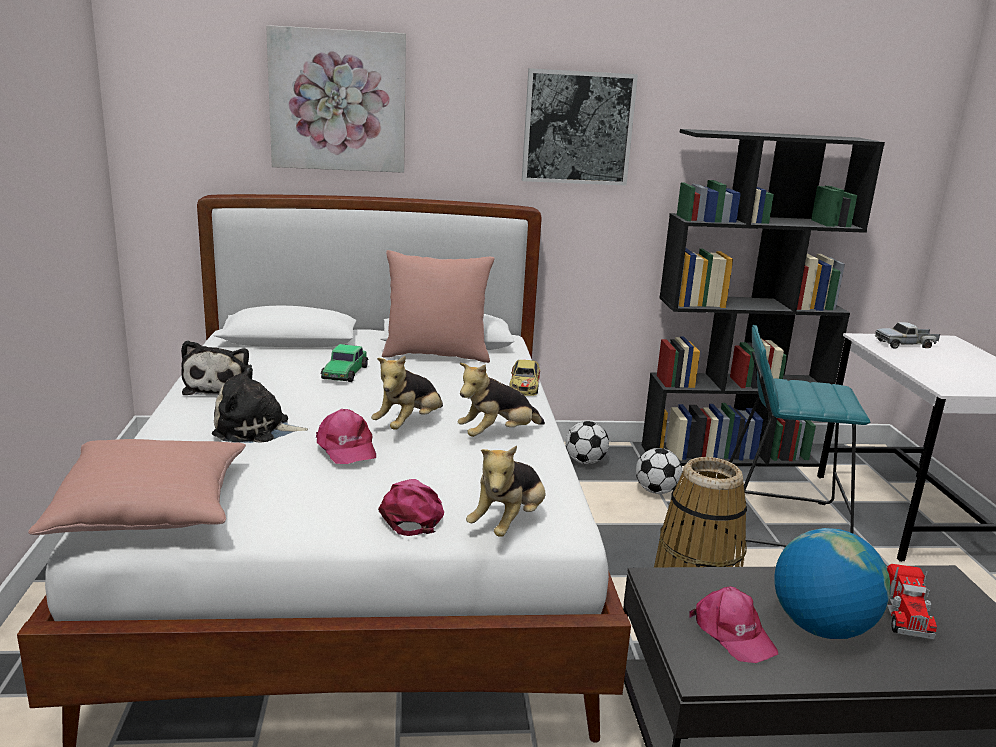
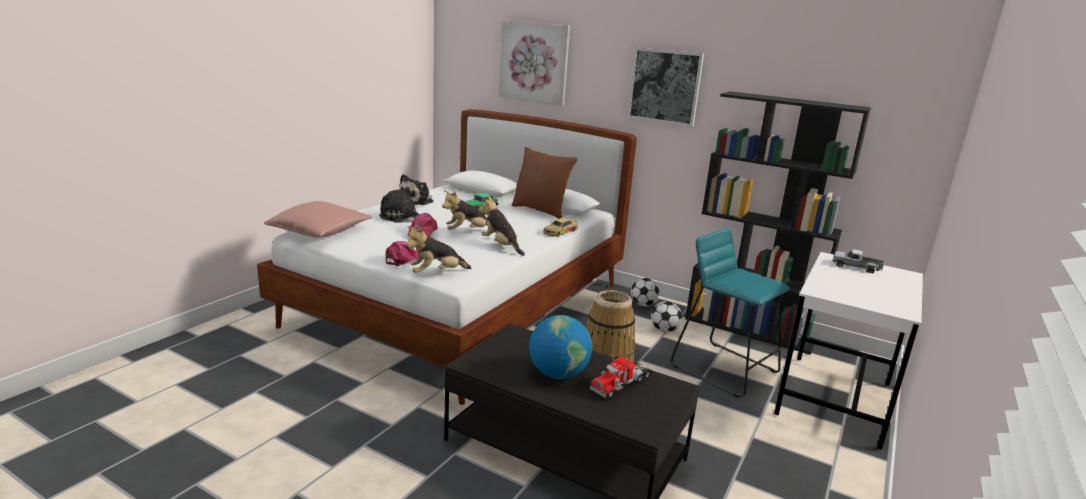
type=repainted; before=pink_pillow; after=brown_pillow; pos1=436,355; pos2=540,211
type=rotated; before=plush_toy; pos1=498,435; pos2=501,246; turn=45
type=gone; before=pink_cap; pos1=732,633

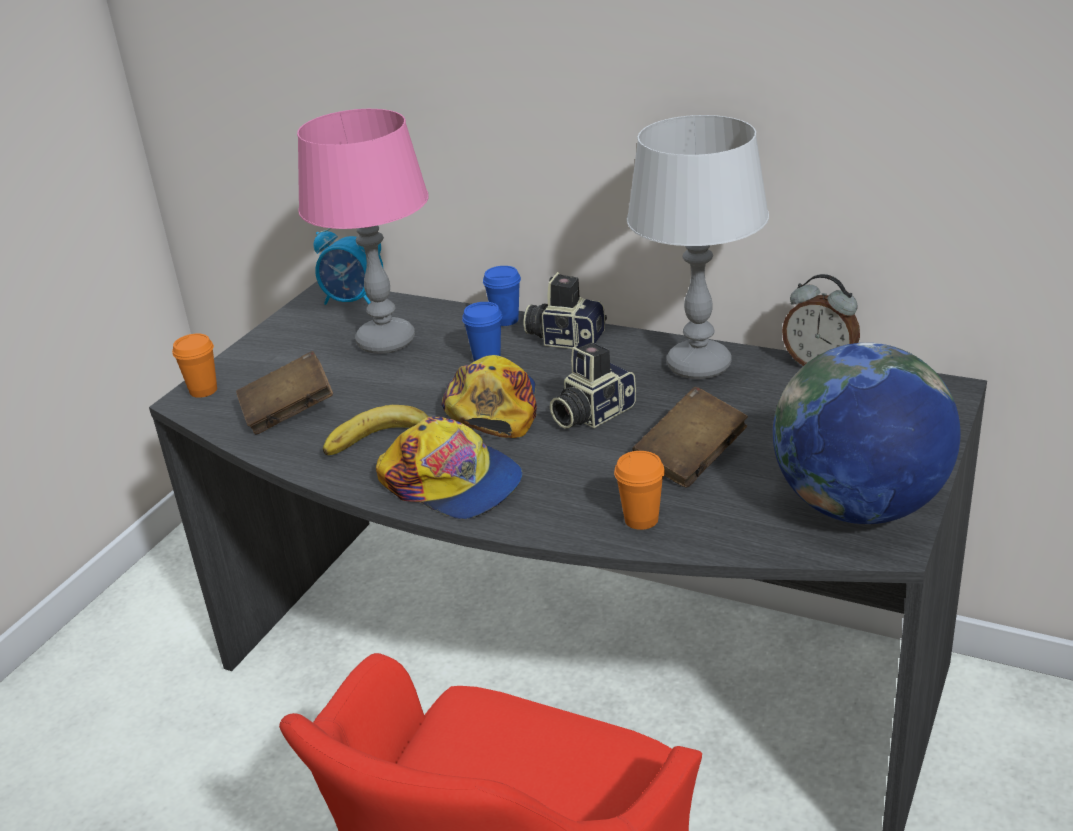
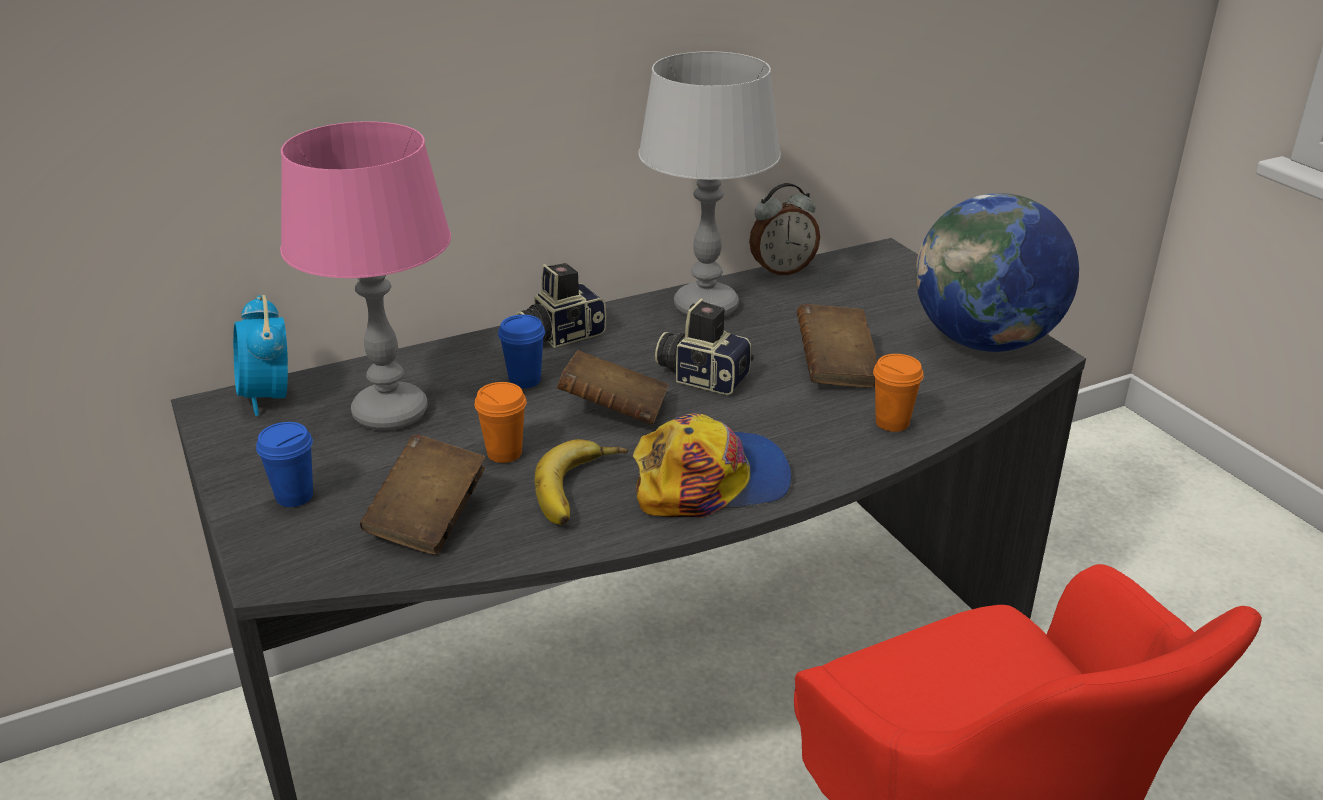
type=shifted; before=orange_cup; pos1=203,390; pos2=504,453
type=rotated; before=alarm_clock; pos1=354,301; pos2=268,397; turn=105
type=swapped; before=cap; after=brown_book; pos1=492,406; pos2=614,411
type=shifted; before=blue_cup; pos1=505,320; pos2=294,496
type=rotated; before=photo_camera; pos1=591,414; pos2=703,376; turn=120

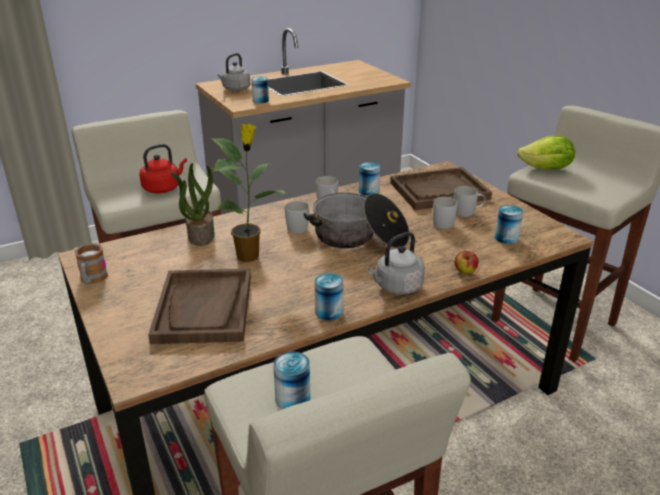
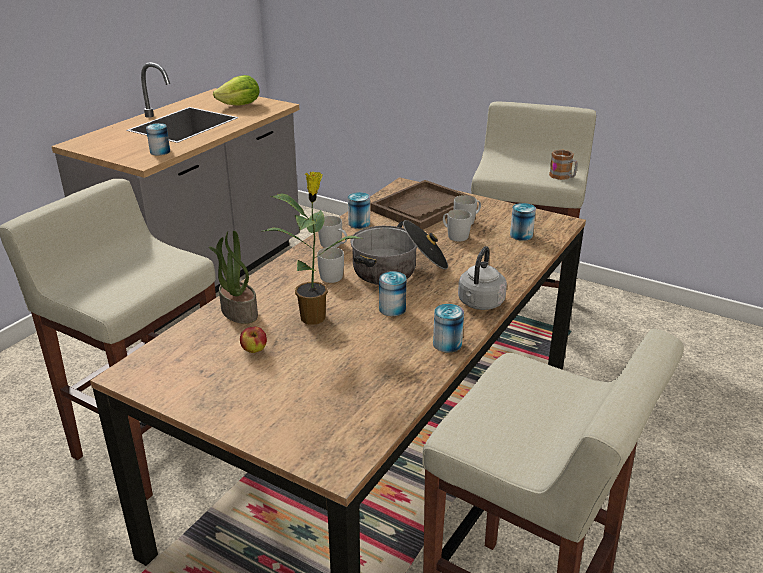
type=shifted; before=mug; pos1=92,279; pos2=563,177
type=gone; before=red_kettle; pos1=163,188
type=gone; before=brown_tray; pos1=204,308
type=gone; before=grey_kettle; pos1=235,89
type=shifted; before=can; pos1=292,399; pos2=392,309
type=shifted; before=apple; pos1=465,272; pos2=254,350
type=shifted; before=lettuce; pos1=546,169; pos2=240,105

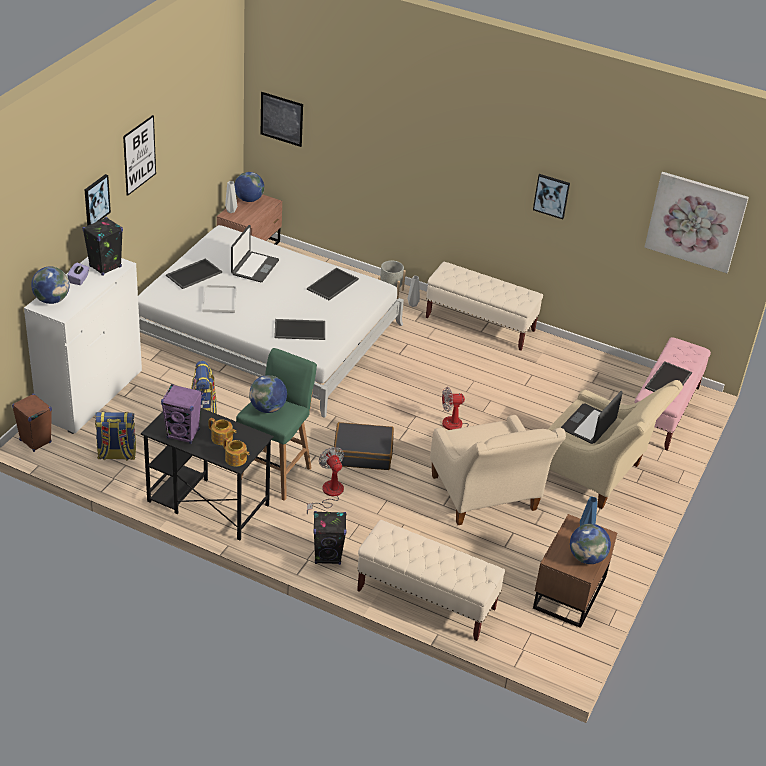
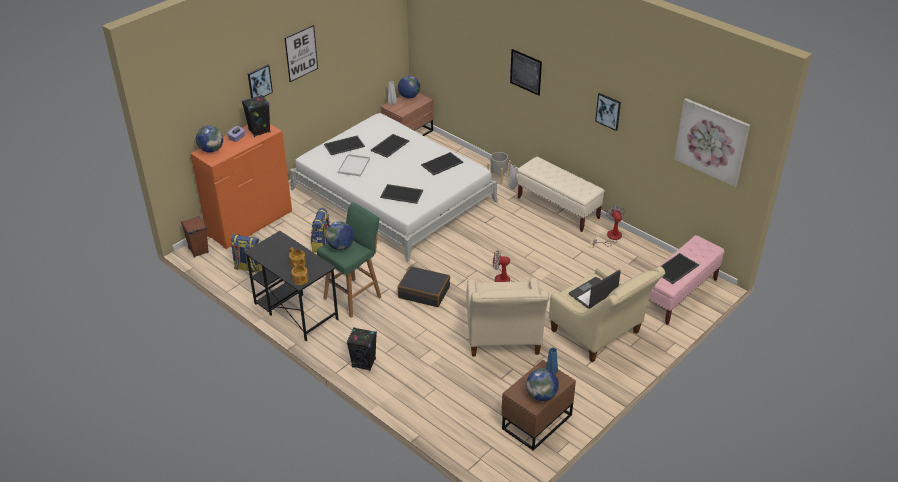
type=repainted; before=white_dresser; after=orange_dresser; pos1=90,395; pos2=250,223
type=gone; before=purple_speaker; pos1=183,434
type=swapped; before=laptop; after=tray; pos1=254,267; pos2=389,145
type=shifted; before=picture; pos1=281,119; pos2=525,72
type=shifted; before=fan; pos1=328,494; pos2=610,237
type=gone; before=beige_bench; pos1=425,600

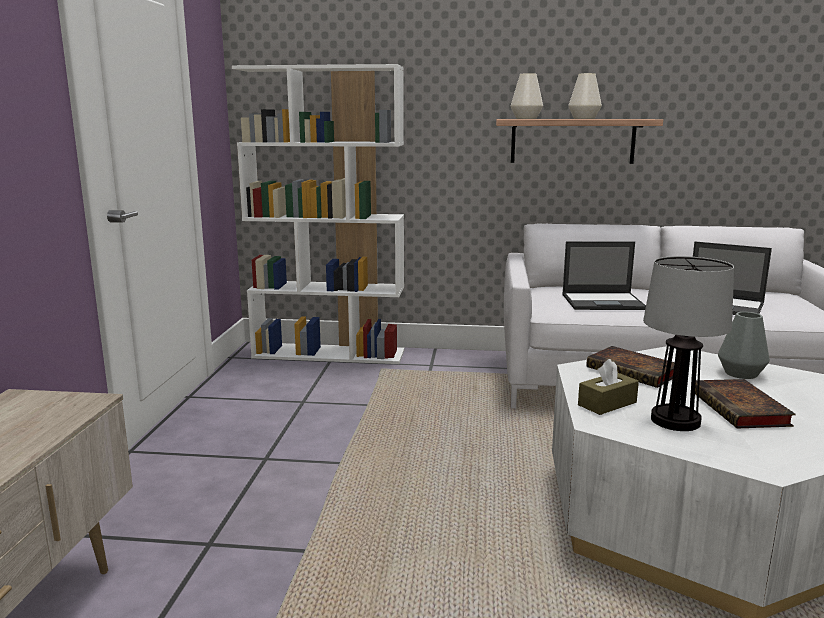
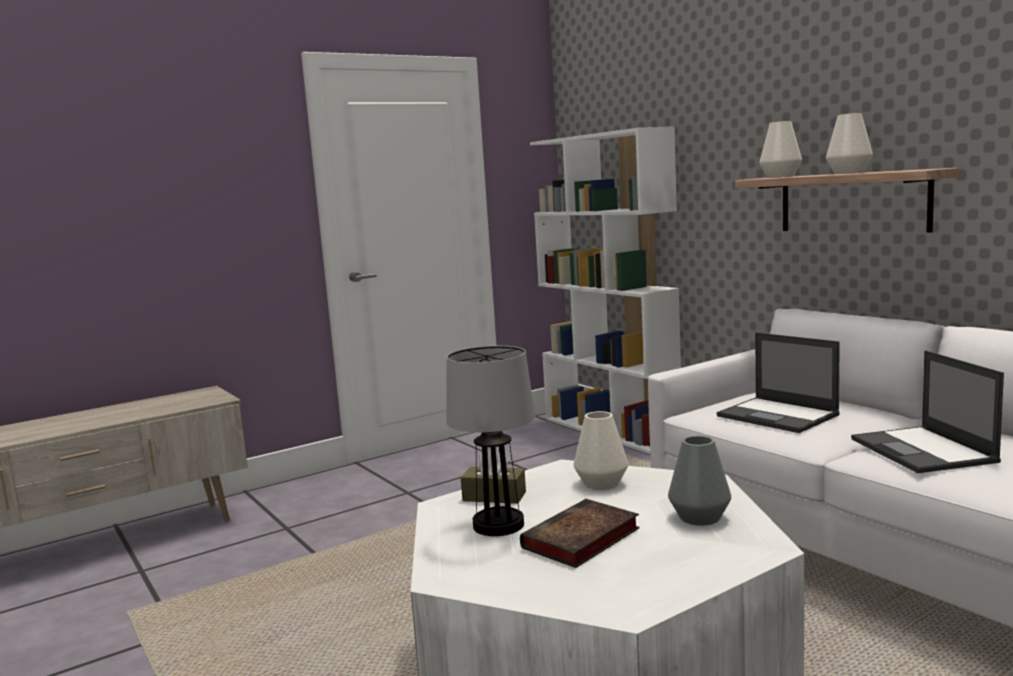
type=swapped; before=book; after=white_vase; pos1=635,372; pos2=602,483

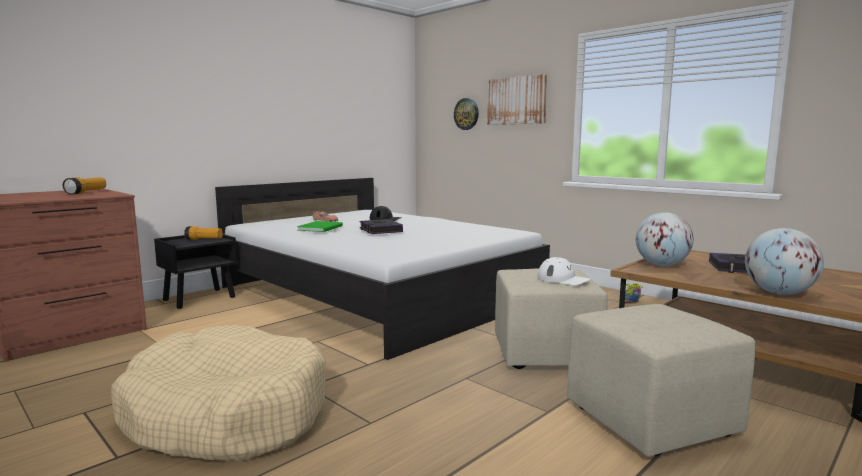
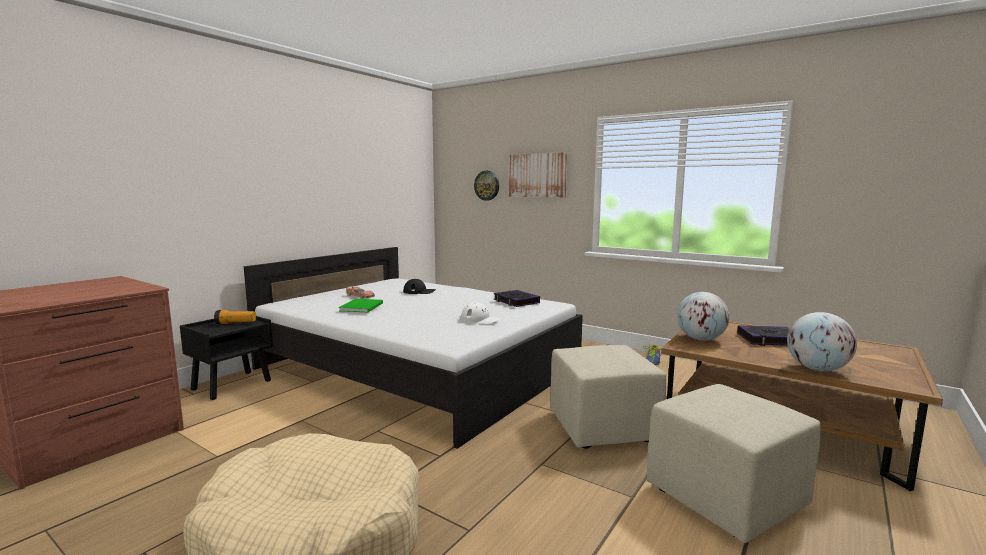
type=gone; before=flashlight; pos1=86,192
type=shifted; before=book; pos1=380,230; pos2=516,301
type=shifted; before=white_cap; pos1=563,279; pos2=480,319

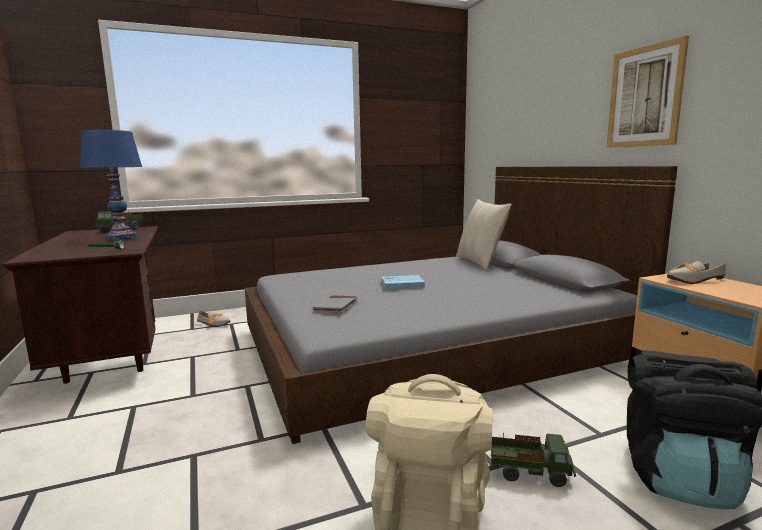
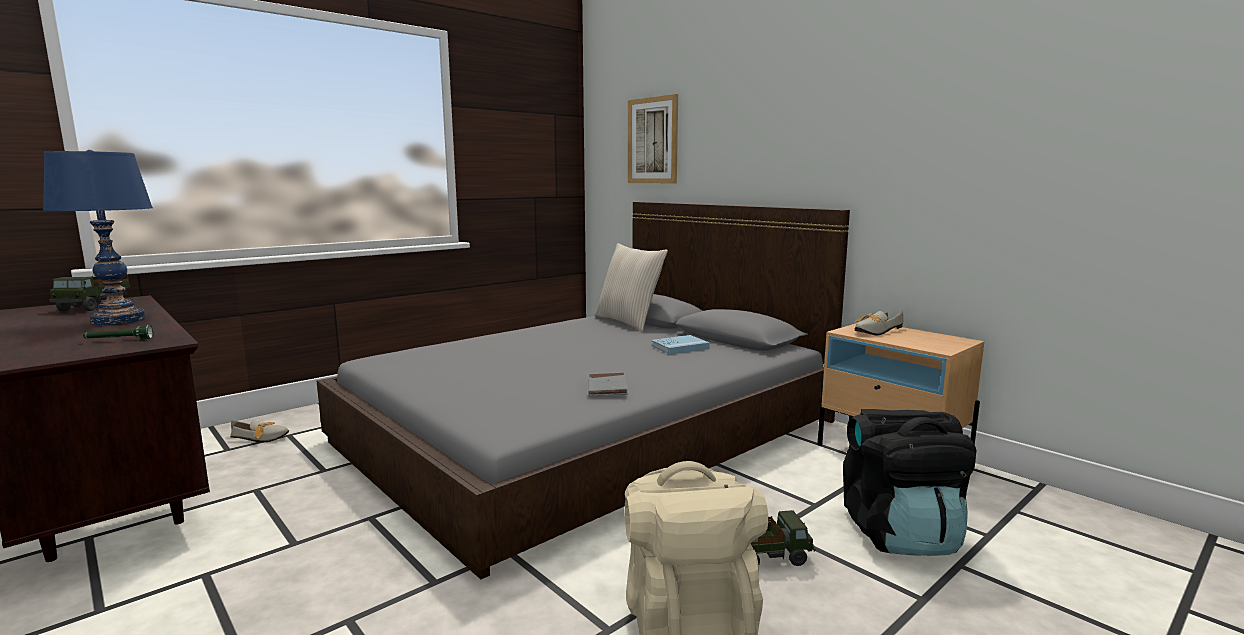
type=shifted; before=grey_book; pos1=336,306; pos2=607,388
type=shifted; before=blue_book; pos1=402,284; pos2=680,347
type=shifted; before=picture; pos1=644,97; pos2=652,140

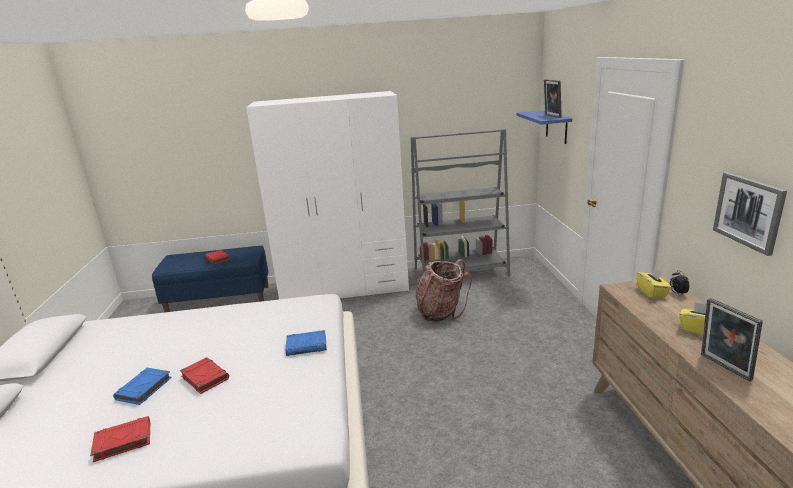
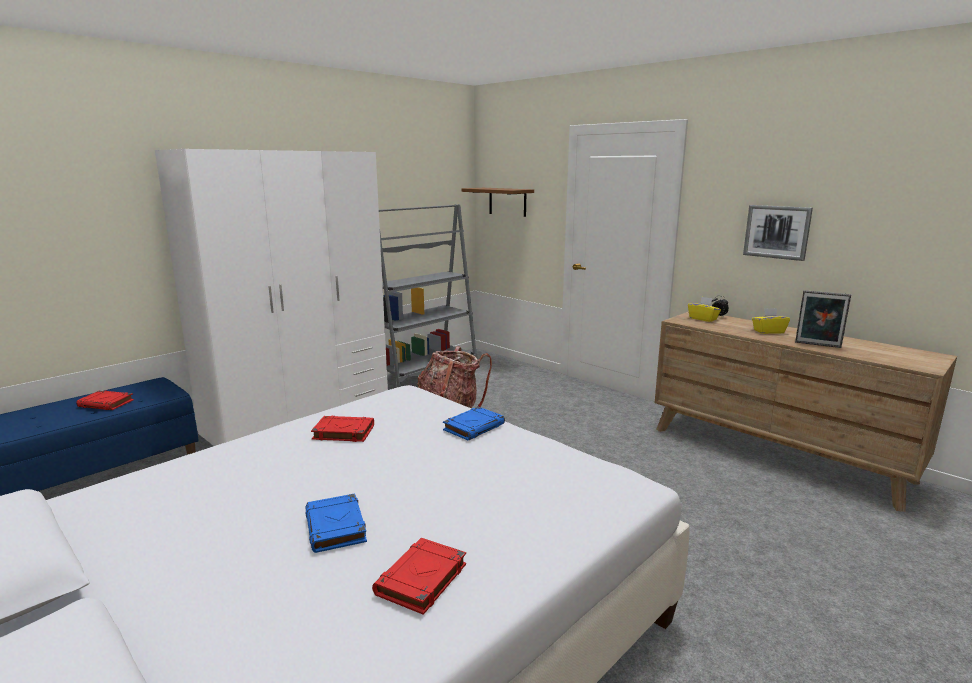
type=shifted; before=red_book; pos1=204,377; pos2=343,432
type=repainted; before=blue_shelf; after=brown_shelf; pos1=556,127; pos2=507,201
type=gone; before=picture_frame; pos1=551,116

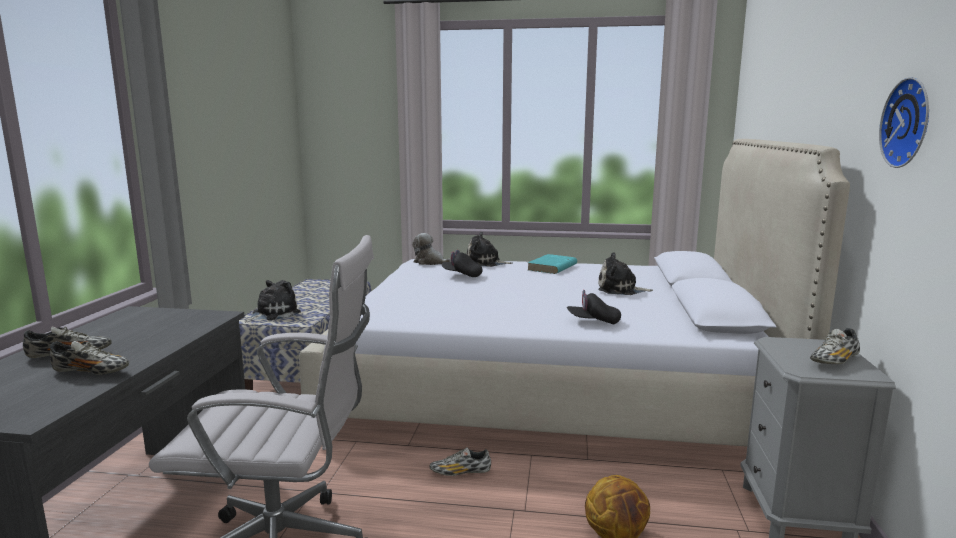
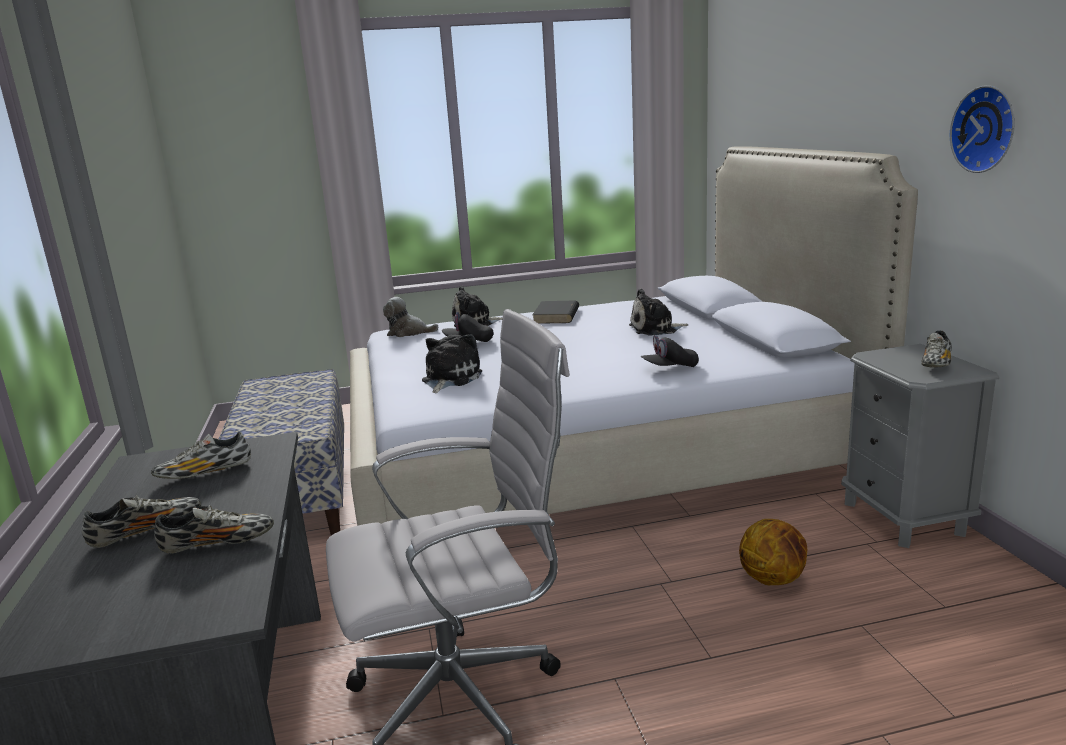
type=shifted; before=plush_toy; pos1=273,314; pos2=449,379
type=shifted; before=shoe; pos1=460,473; pos2=205,473
type=repainted; before=turquoise_book; after=black_book; pos1=552,267; pos2=556,316

